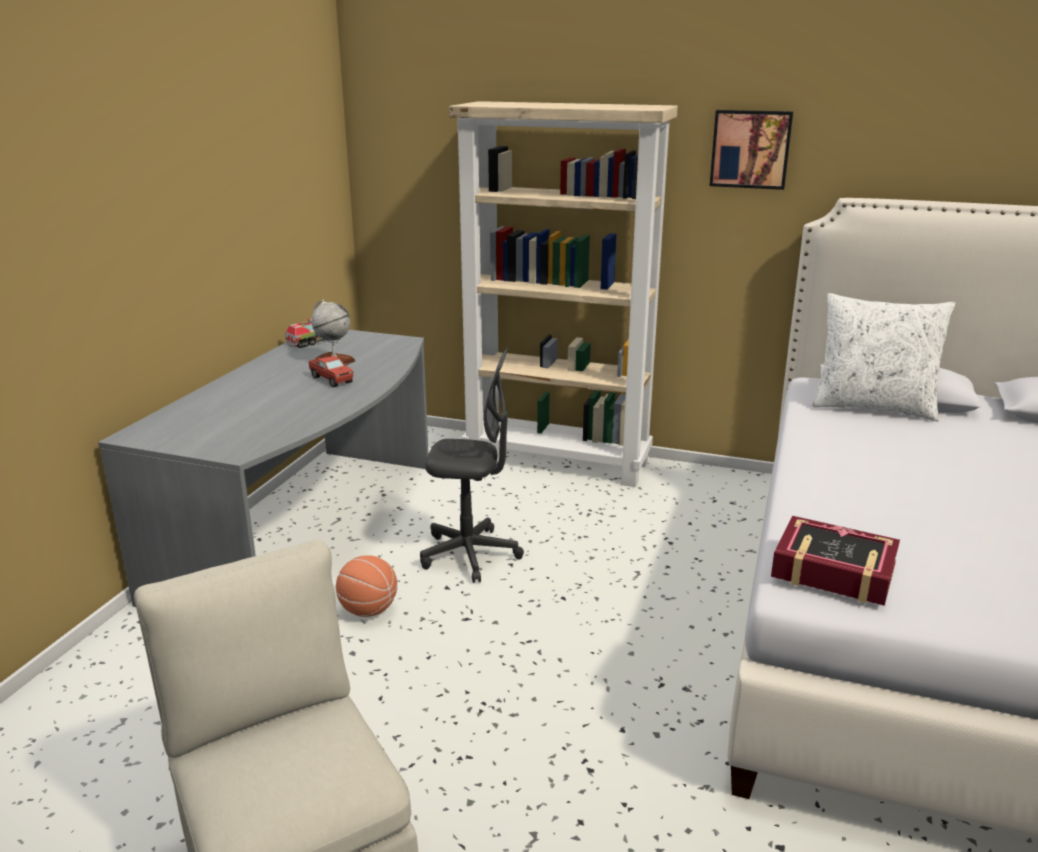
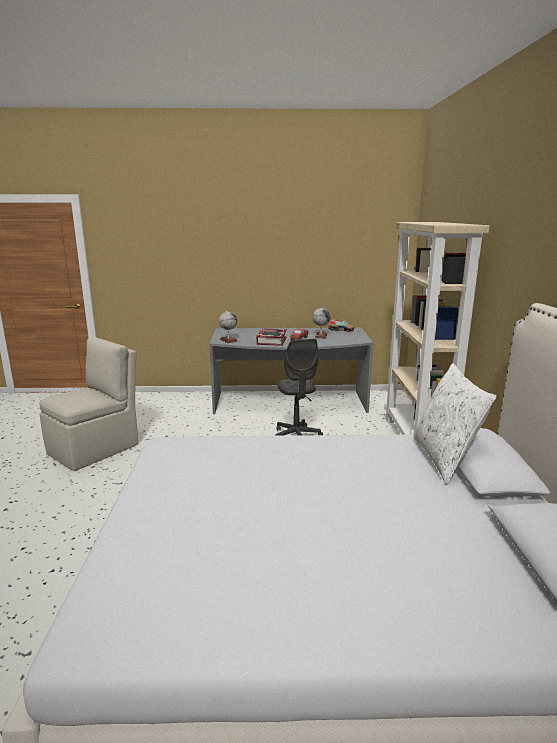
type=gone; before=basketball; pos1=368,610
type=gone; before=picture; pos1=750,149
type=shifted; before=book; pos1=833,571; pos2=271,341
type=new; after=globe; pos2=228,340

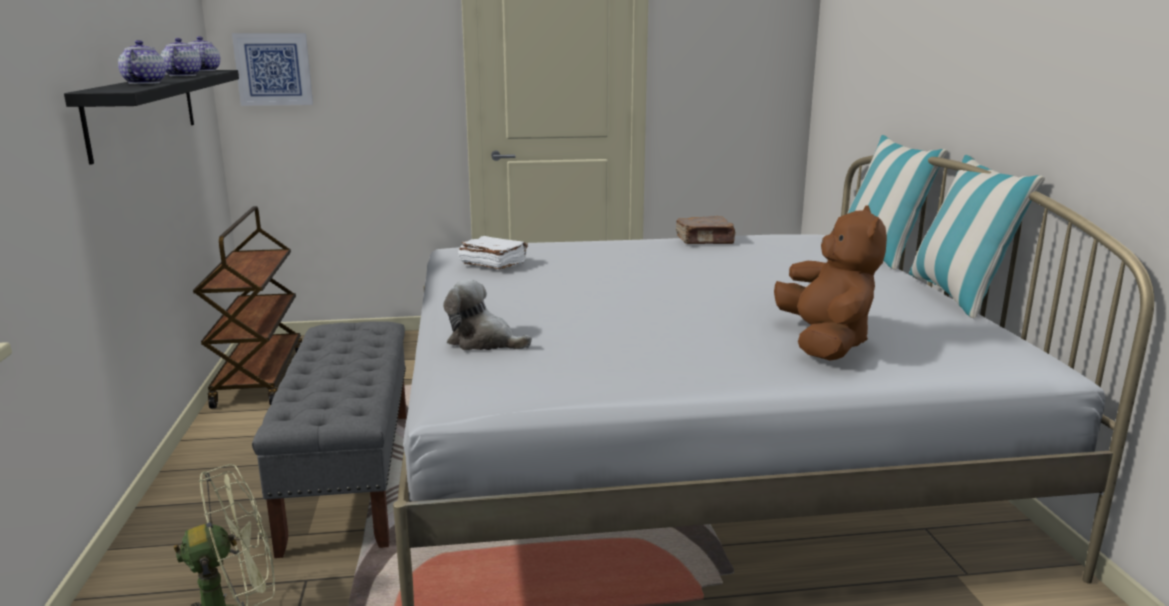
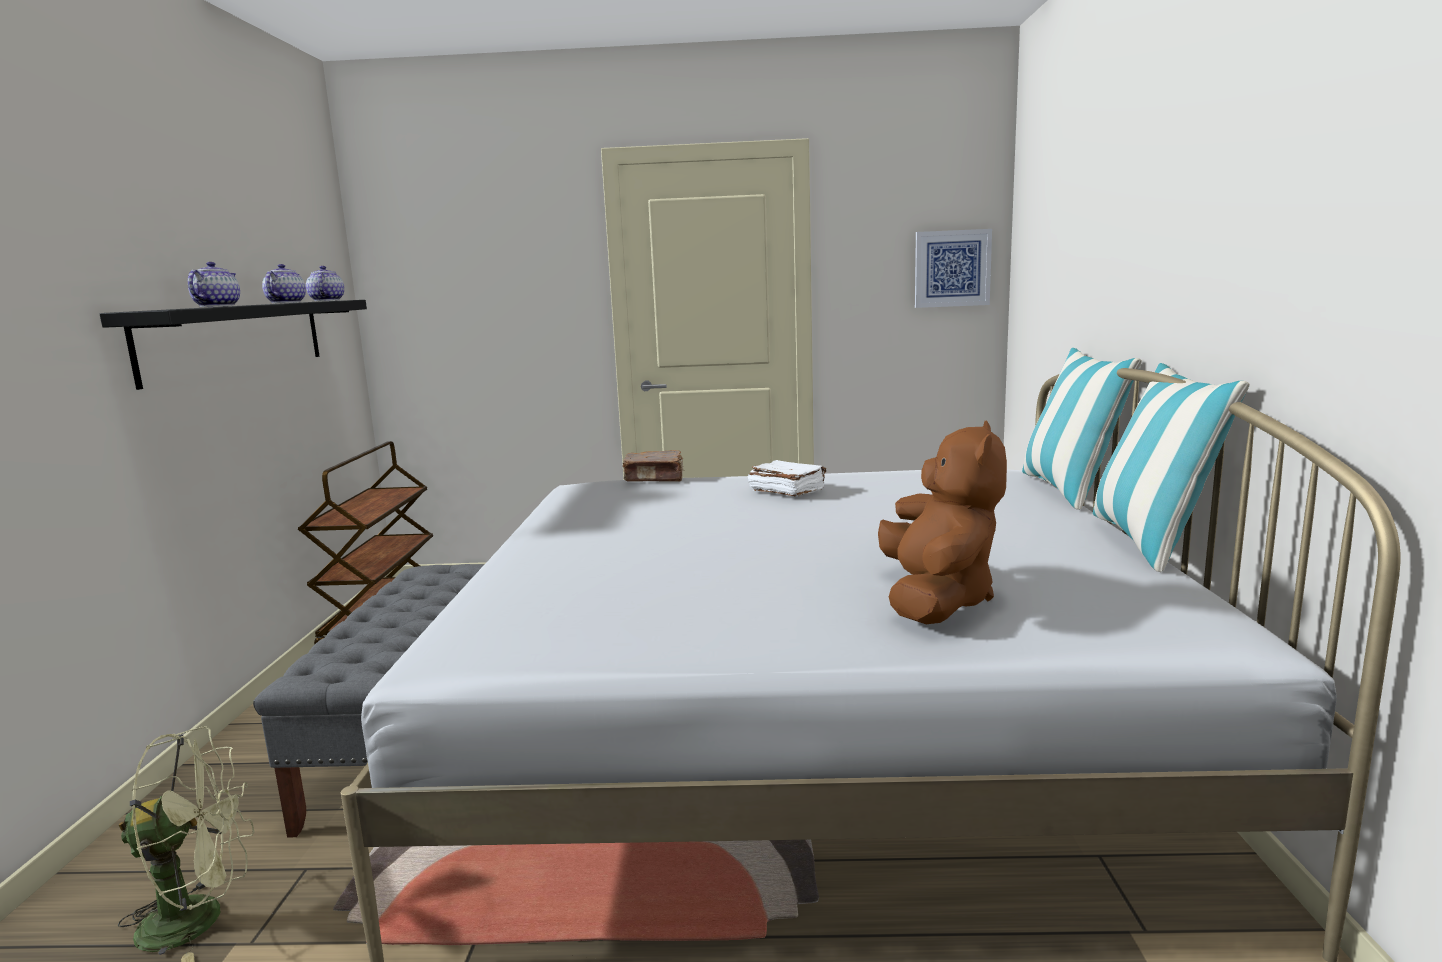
type=shifted; before=picture; pos1=273,69; pos2=952,268
type=gone; before=plush_toy; pos1=483,342
type=shifted; before=white_book; pos1=492,264; pos2=786,491
type=shifted; before=brown_book; pos1=705,241; pos2=655,478

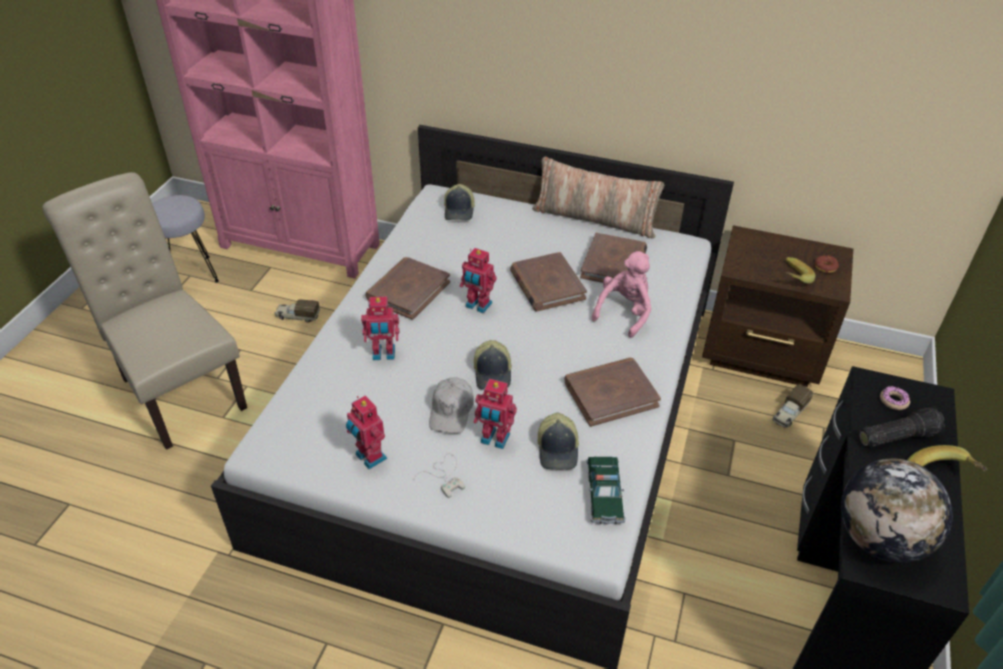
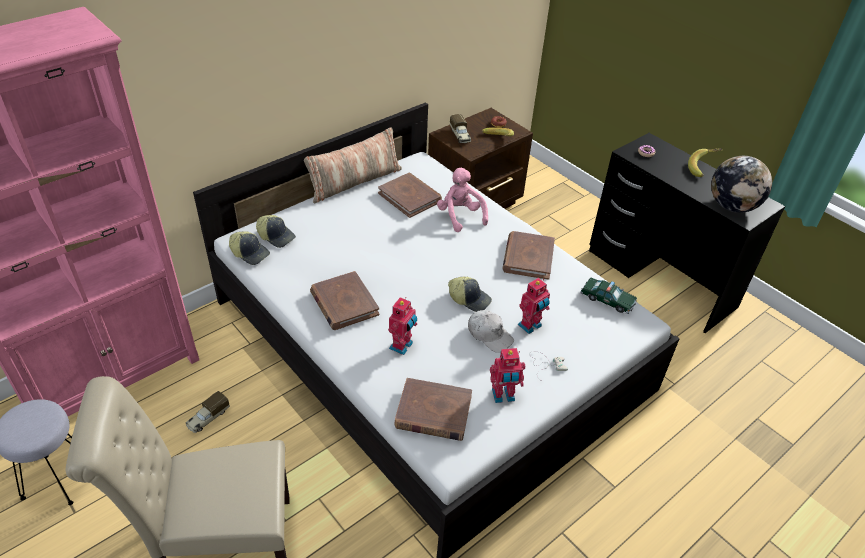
type=gone; before=toy_robot; pos1=478,306
type=shifted; before=brown_book; pos1=547,285; pos2=433,412
type=shifted; before=cap; pos1=558,449; pos2=250,253
type=shifted; before=toy_truck; pos1=789,414; pos2=460,136
type=gone; before=flashlight; pos1=896,435

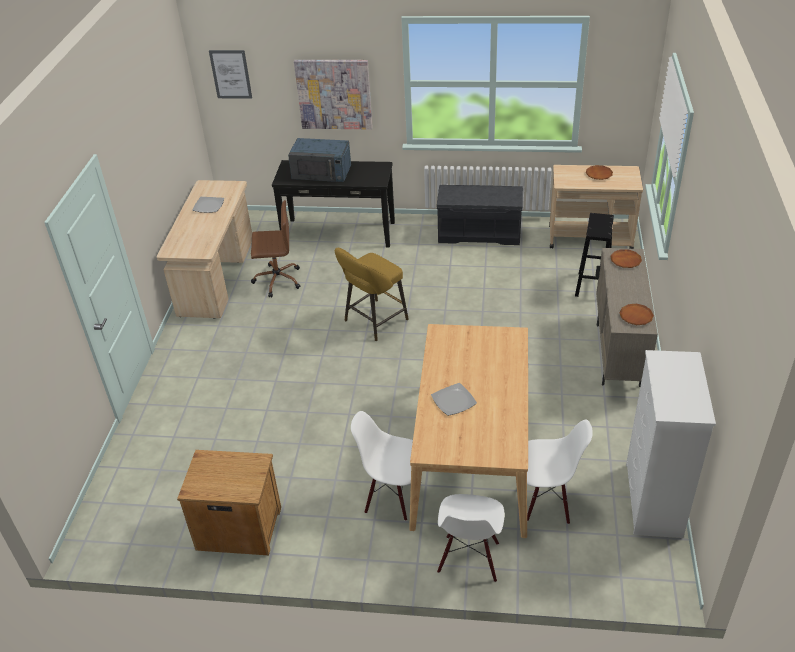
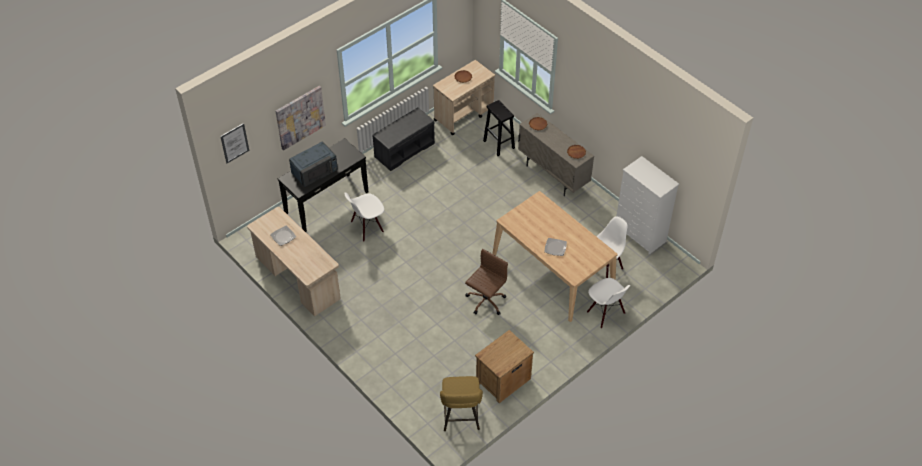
type=shifted; before=brown_office_chair; pos1=277,280; pos2=485,301
type=shifted; before=yellow_stool; pos1=373,322; pos2=461,418
type=shifted; before=white_chair; pos1=393,496; pos2=367,227

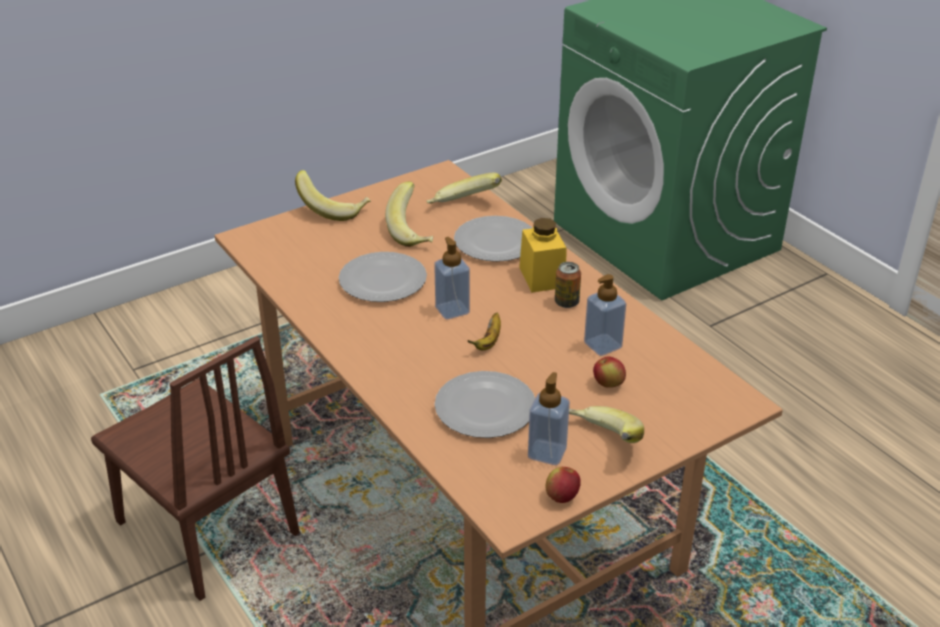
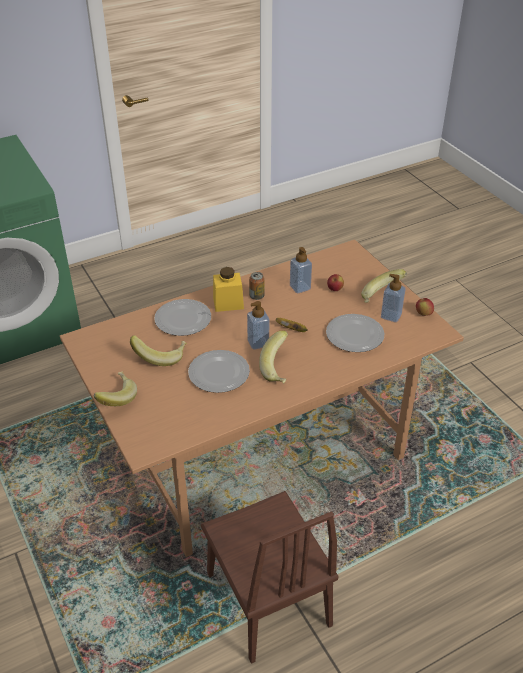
type=rotated; before=brown_chair; pos1=207,527; pos2=268,598; turn=105
type=shifted; before=banana; pos1=463,207; pos2=279,369

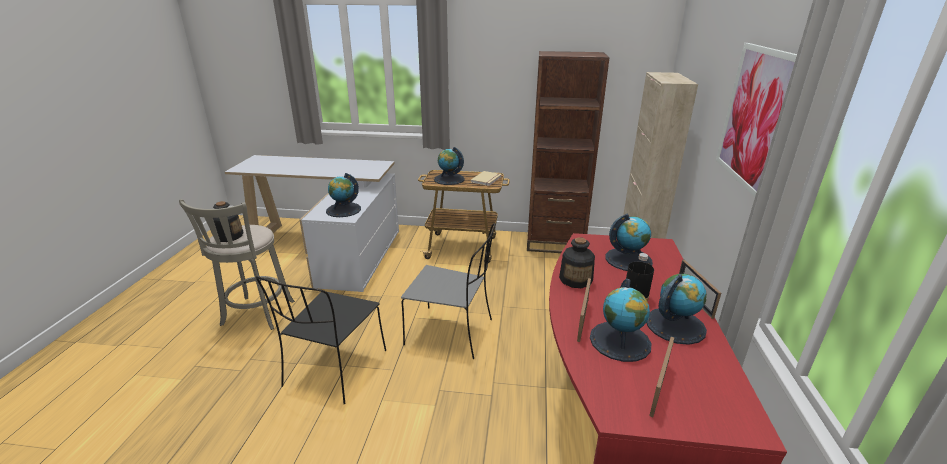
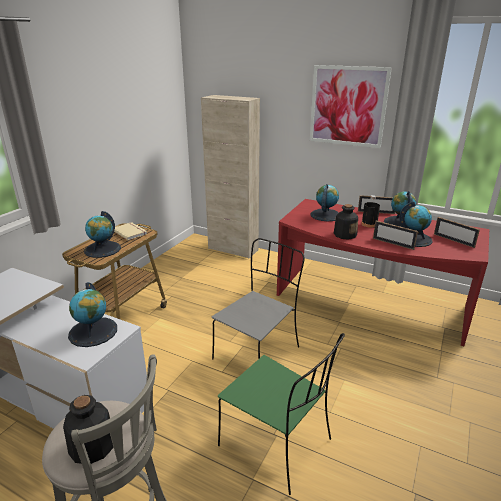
type=repainted; before=black_chair; after=green_chair; pos1=334,370; pos2=277,444
type=gone; before=brown_bookcase; pos1=555,243

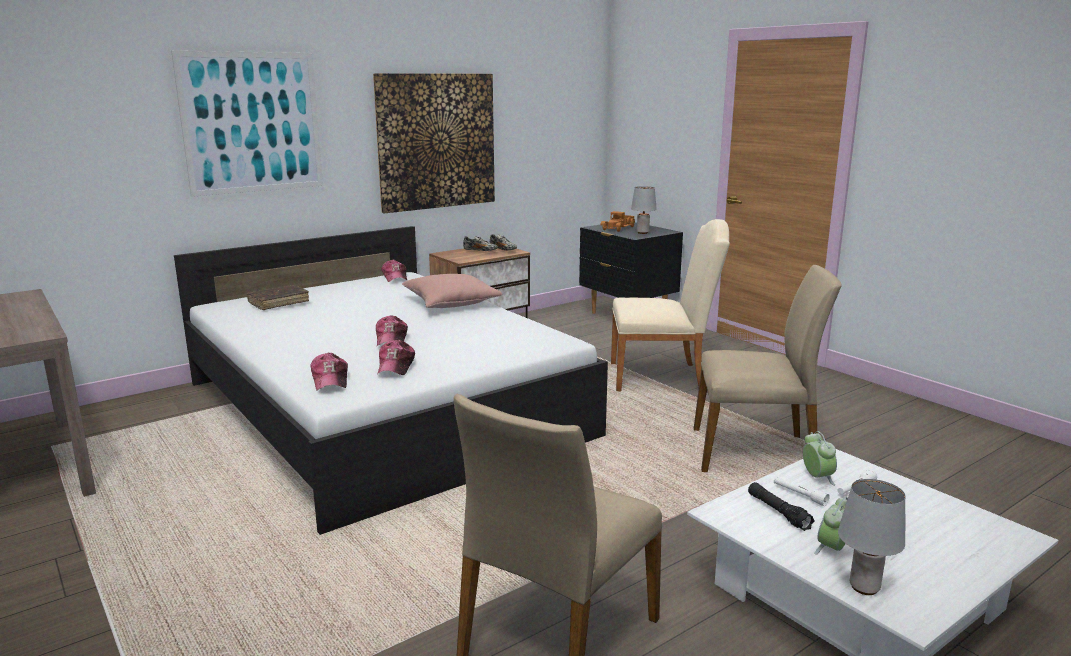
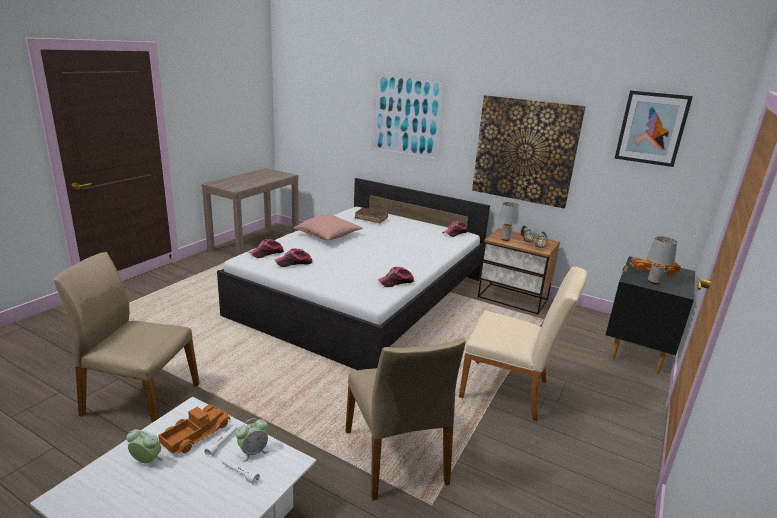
type=shifted; before=cap; pos1=391,339; pos2=396,282
type=shifted; before=pink_pillow; pos1=451,303; pos2=328,235
type=rotated; before=beige_chair; pos1=664,377; pos2=511,391; turn=-45
type=swapped; before=black_flashlight; after=toy_truck; pos1=778,512; pos2=195,434
type=shifted; before=grey_table_lamp; pos1=864,588; pos2=505,239
type=new; after=picture; pos2=651,128

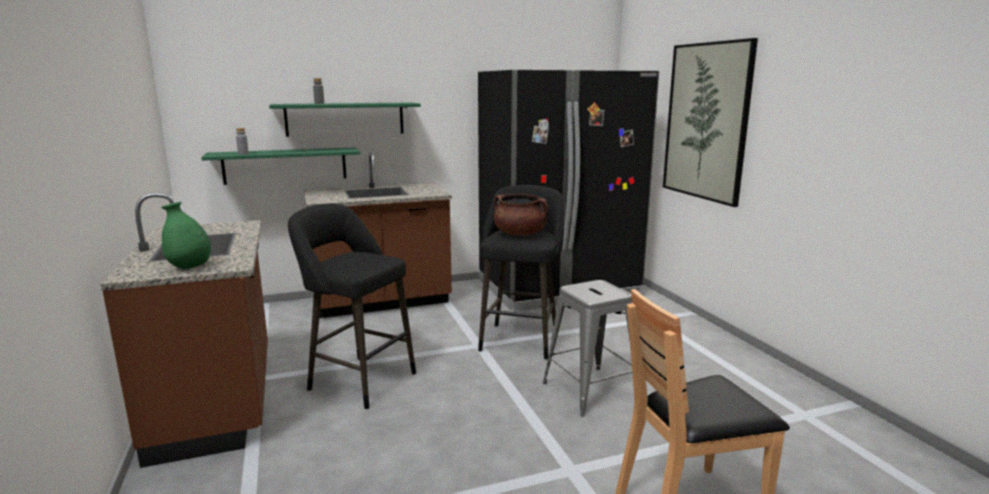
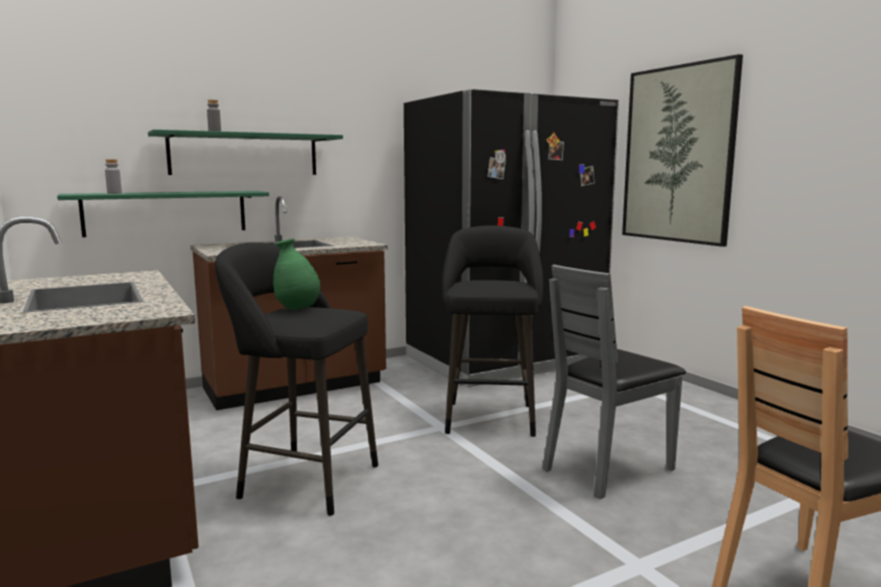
type=shifted; before=green_vase; pos1=190,268; pos2=297,309
type=gone; before=brown_cooking_pot; pos1=520,234
type=swapped; before=grey_stool; after=grey_chair; pos1=591,391; pos2=607,468

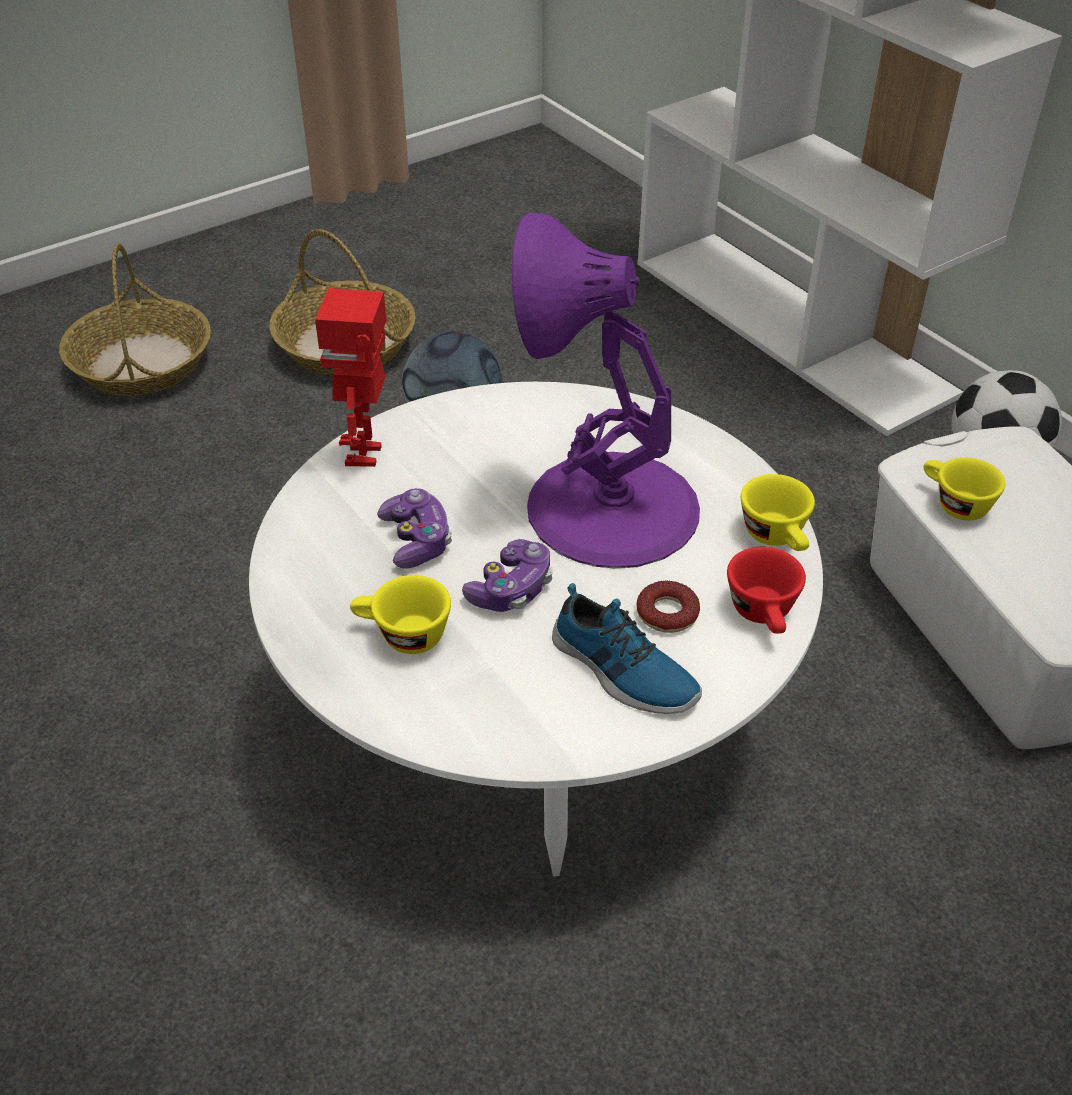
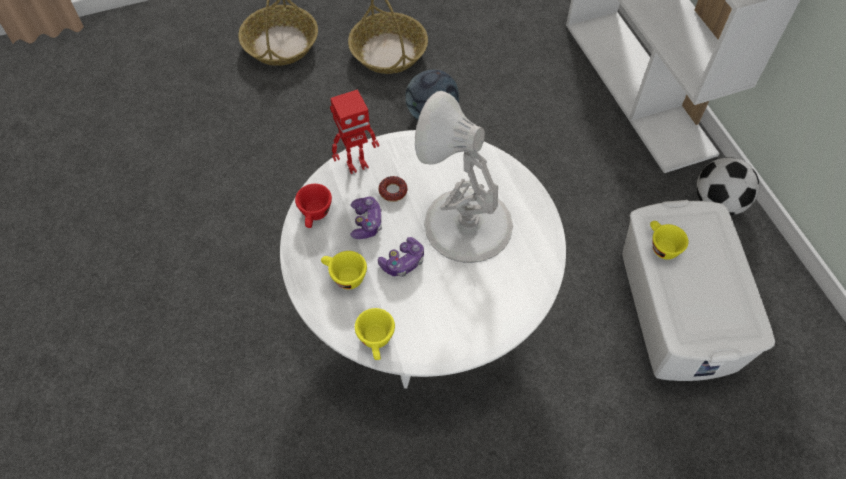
type=rotated; before=toy_robot; pos1=366,455; pos2=356,164; turn=-135
type=repainted; before=purple_table_lamp; after=white_table_lamp; pos1=608,507; pos2=466,223
type=gone; before=shoe; pos1=622,671
type=shifted; before=donut; pos1=667,613; pos2=393,191
type=shifted; before=red_cup; pos1=764,615; pos2=315,215
type=shifted; before=yellow_cup; pos1=778,538; pos2=377,342

